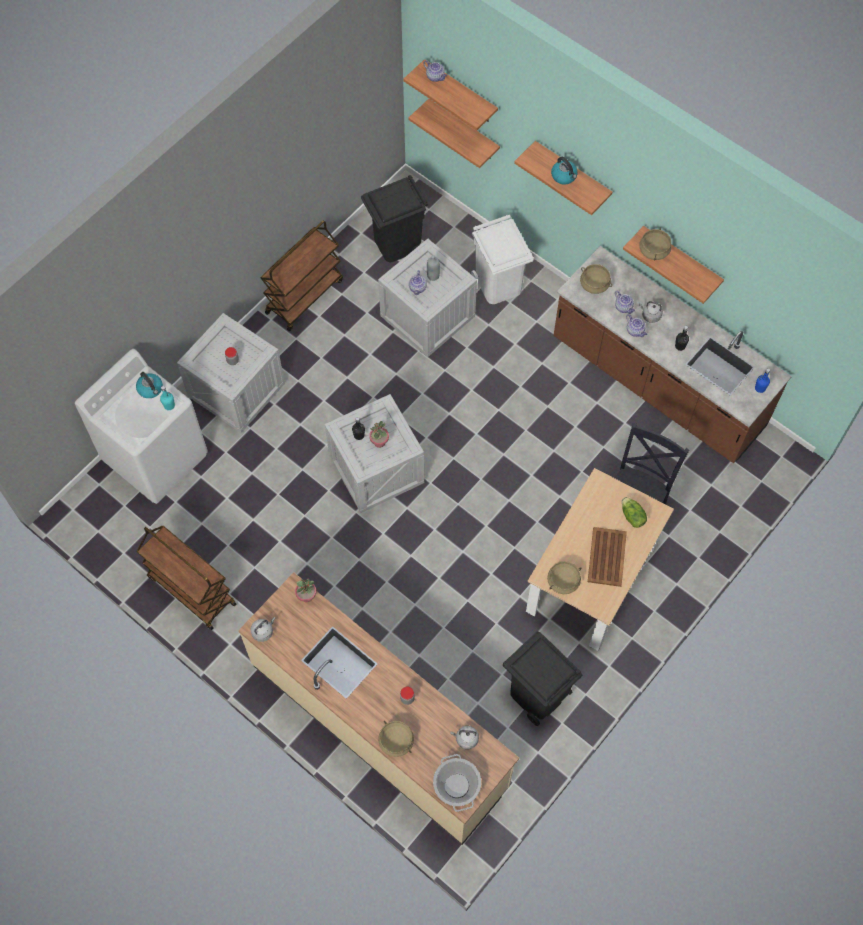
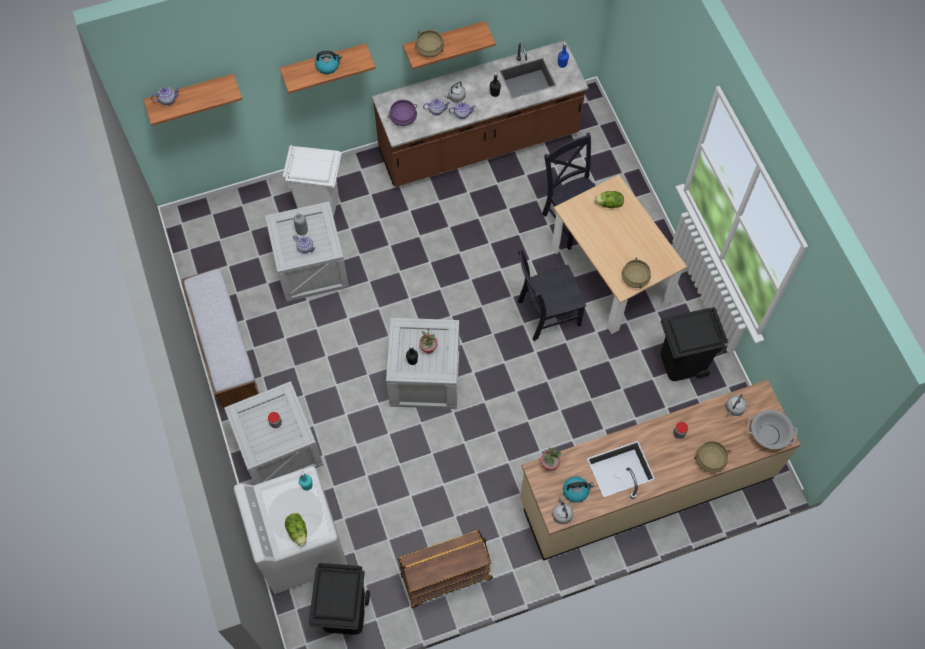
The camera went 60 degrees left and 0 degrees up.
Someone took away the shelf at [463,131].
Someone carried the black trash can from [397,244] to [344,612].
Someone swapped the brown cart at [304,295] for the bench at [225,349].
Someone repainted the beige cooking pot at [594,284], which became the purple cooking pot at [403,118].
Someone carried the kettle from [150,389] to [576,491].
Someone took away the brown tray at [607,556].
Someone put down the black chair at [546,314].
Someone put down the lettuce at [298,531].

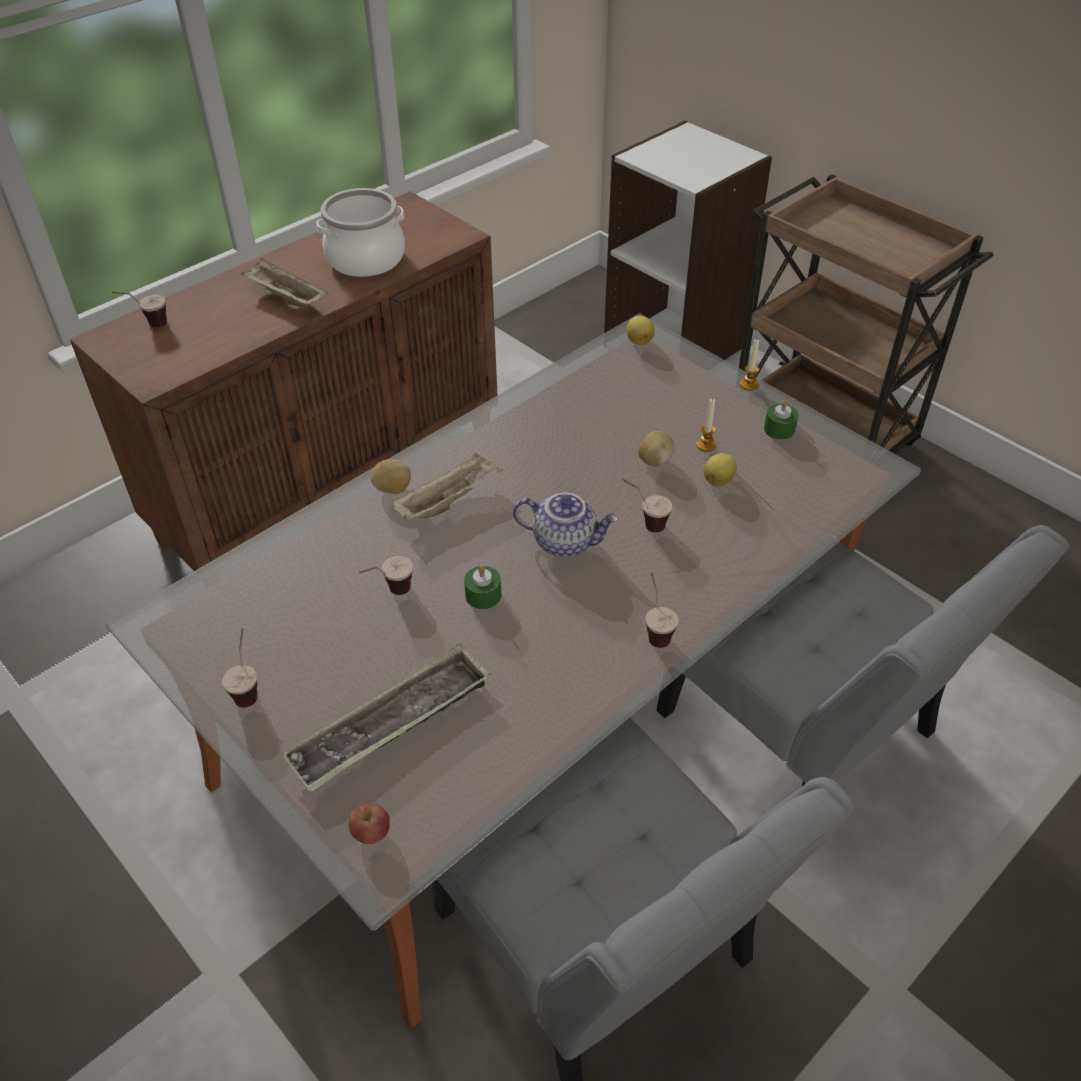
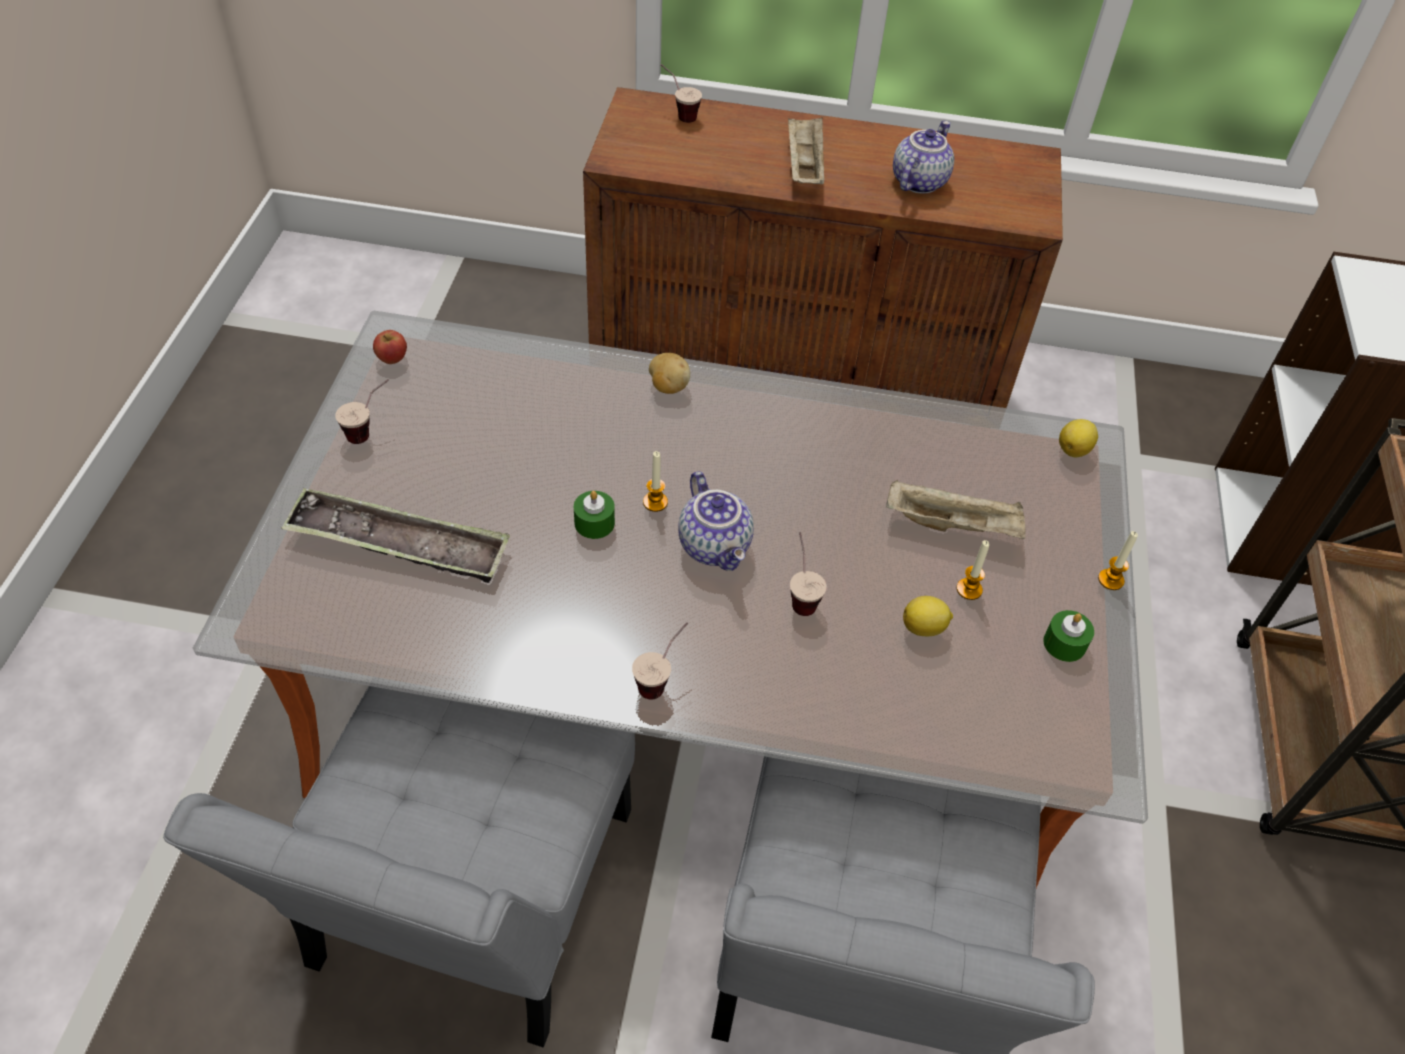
The camera went 50 degrees right and 5 degrees up.
Someone swapped the cooking pot at [366,259] for the teapot at [918,181].
Someone took away the potato at [654,460].
Someone carried the beige tray from [449,501] to [954,525].
Someone took away the cup at [389,594].
Someone carried the apple from [371,833] to [392,359].
Someone put down the candle at [655,502].

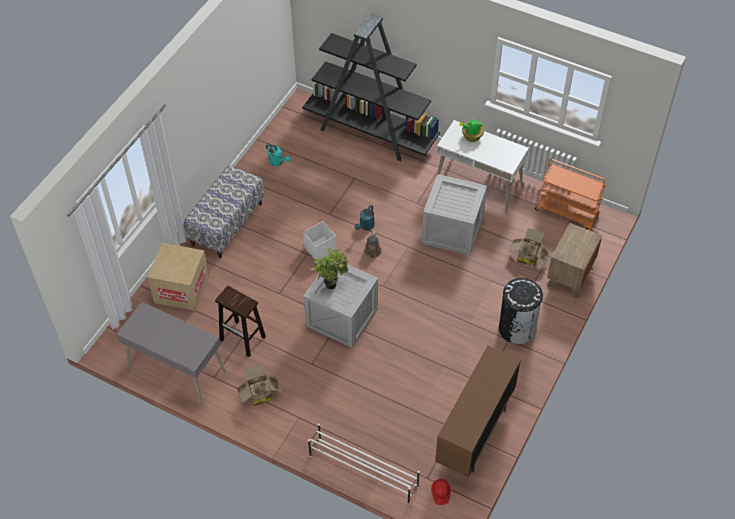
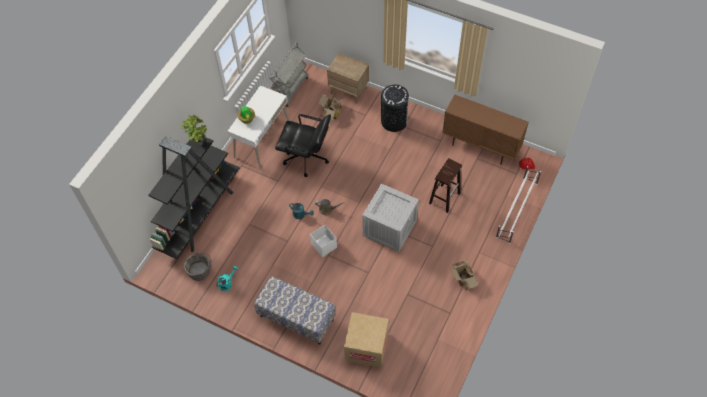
The camera went 90 degrees left and 5 degrees up.
Someone repainted the orange cart at [567,212], which became the grey cart at [290,88].
Someone swapped the crate at [451,231] for the black office chair at [306,158].
Someone carried the potted plant from [331,283] to [199,142].
Someone carried the brown stool from [243,338] to [444,198].
Someone took away the grey desk at [176,372].
Someone put down the grey bucket at [200,270].

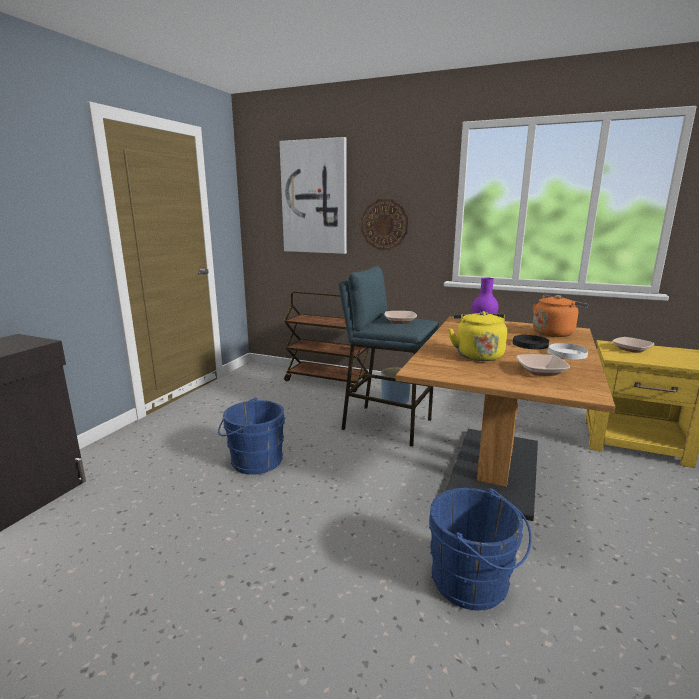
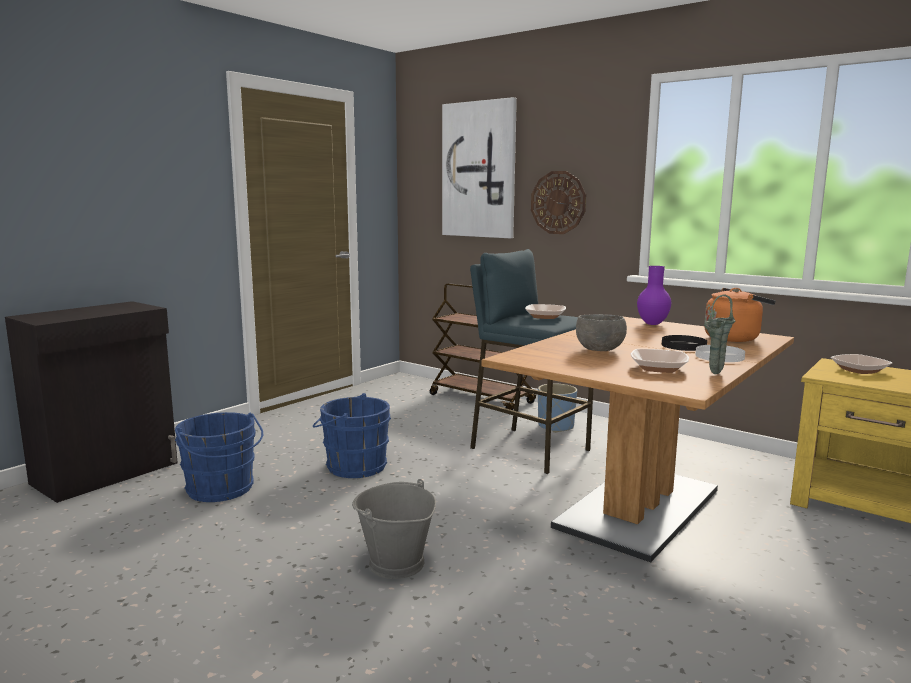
The camera went 15 degrees right and 5 degrees down.
Someone swapped the yellow kettle at [477,355] for the grey bowl at [600,350].
Someone carried the blue bucket from [474,583] to [221,490].
Someone put down the green vase at [714,374].
Someone put down the grey bucket at [395,563].

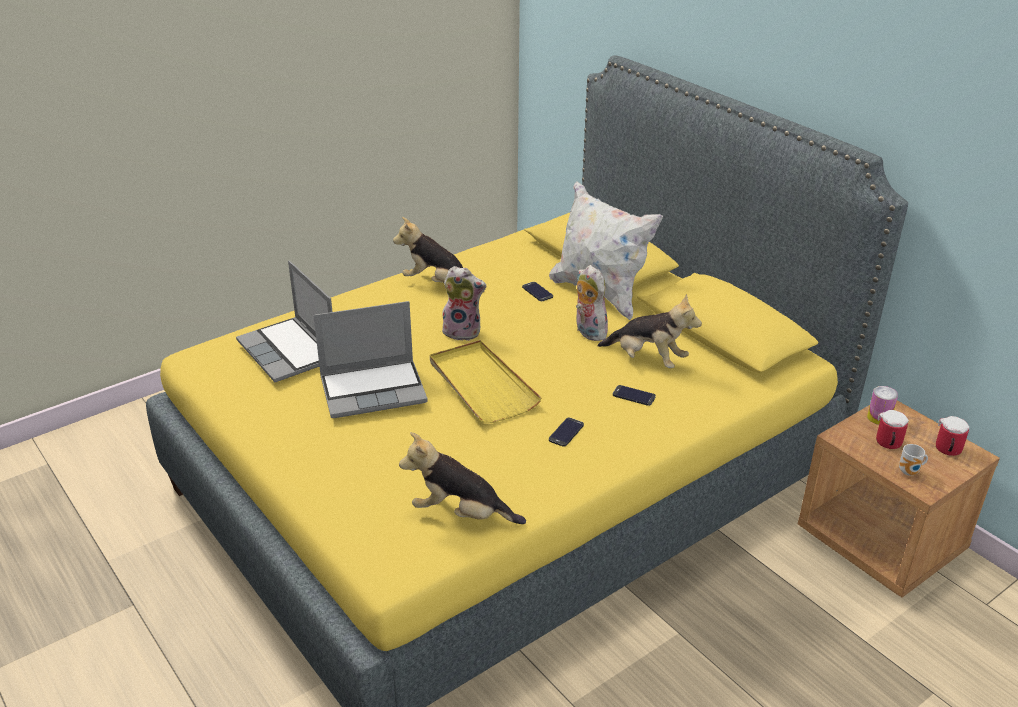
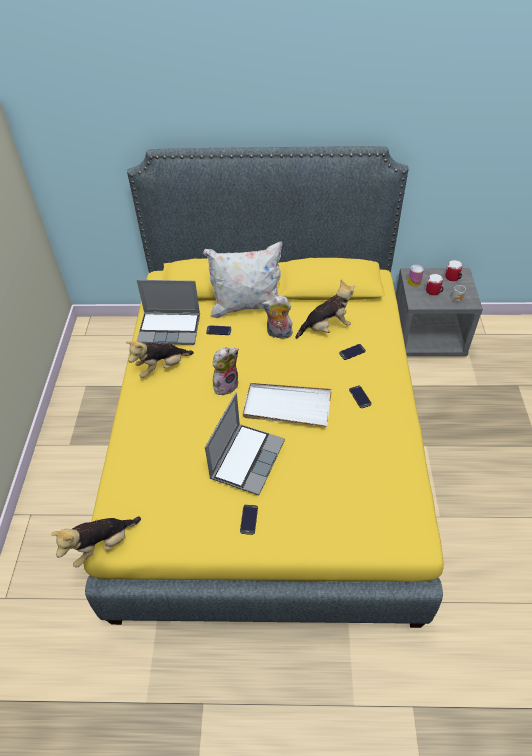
The camera went 50 degrees left and 15 degrees up.
Someone carried the laptop from [289,351] to [170,328].
Someone repainted the yellow tray at [481,385], which became the white tray at [287,407].
Someone repainted the brown nightstand at [881,542], which became the grey nightstand at [427,338].
Someone carried the plush toy from [461,514] to [102,545].
Someone put down the phone at [249,519].

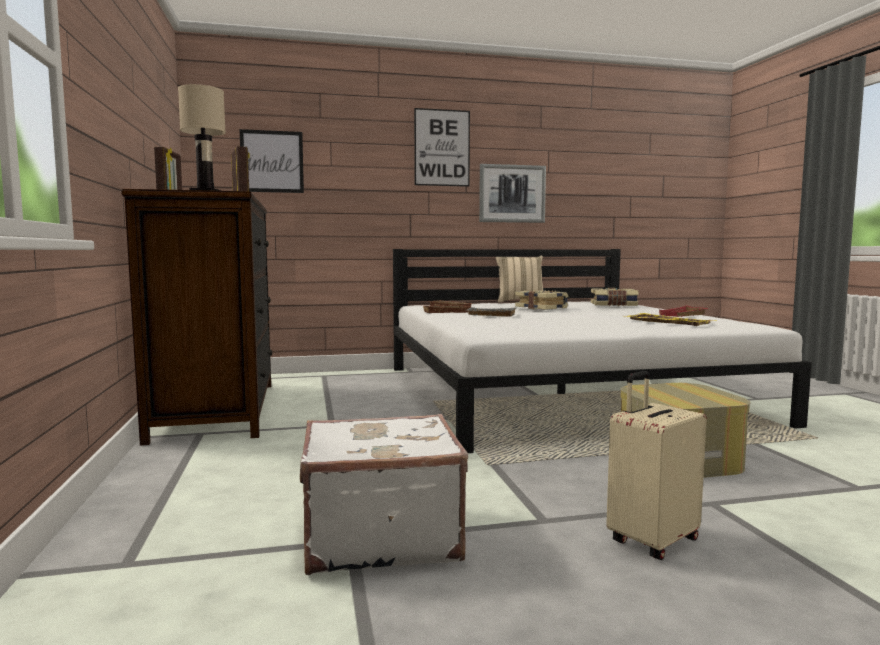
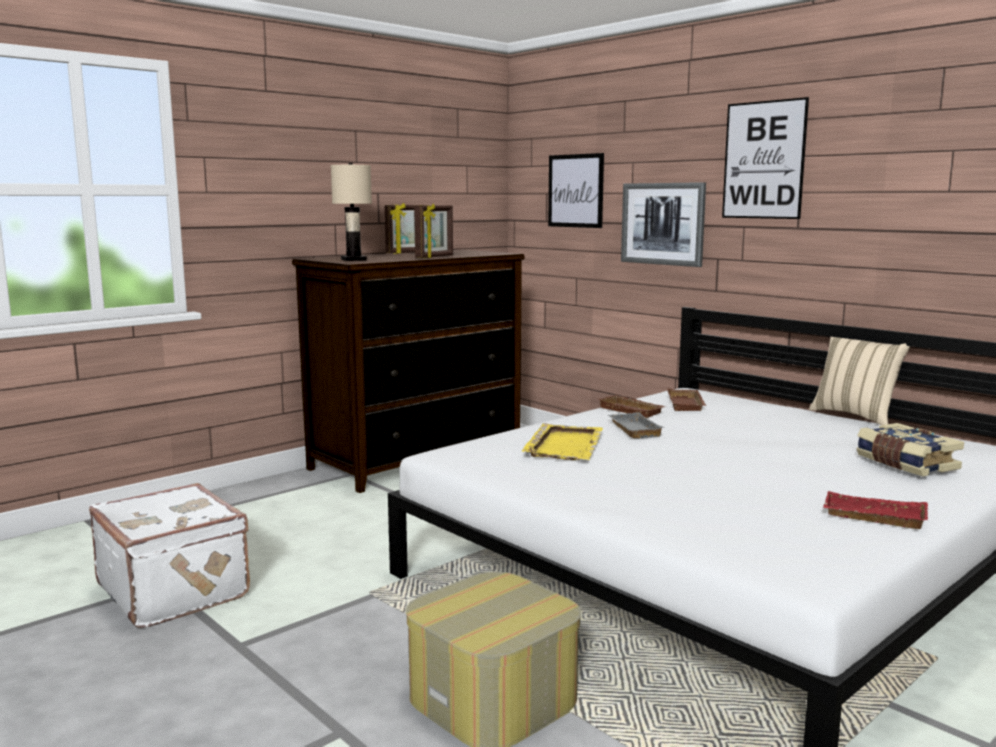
The camera went 60 degrees right and 5 degrees up.
Someone carried the picture from [512,193] to [662,223].
Someone took away the book at [542,308].
Someone carried the yellow tray from [667,322] to [564,445].
Someone took away the beige suitcase at [651,540].

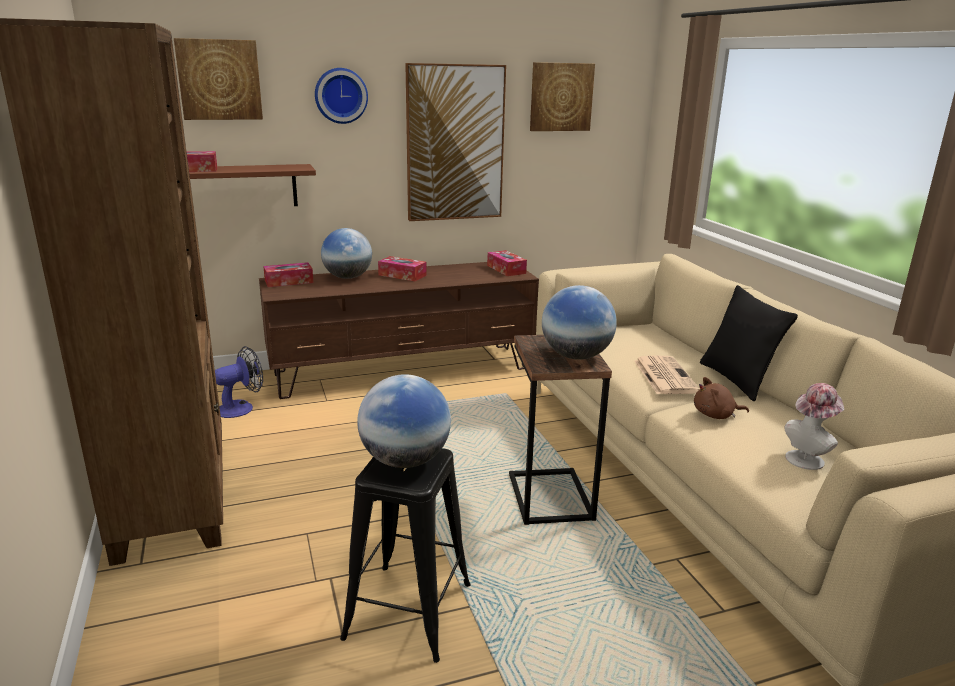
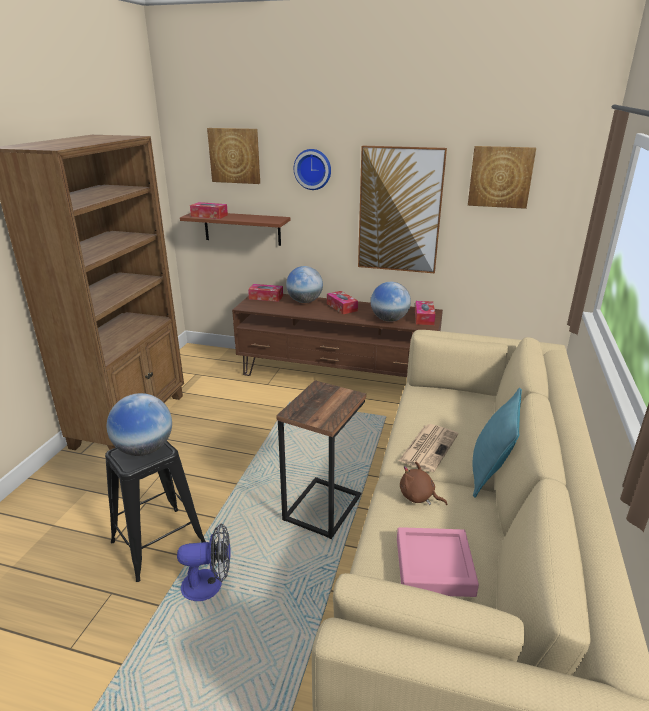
The camera went 35 degrees right and 5 degrees up.
Someone carried the globe from [576,356] to [389,319].
Someone repainted the black pillow at [736,380], which became the turquoise pillow at [490,473].
Someone carried the fan from [241,407] to [209,584].
Someone swapped the hat at [807,458] for the pink tray at [434,566].

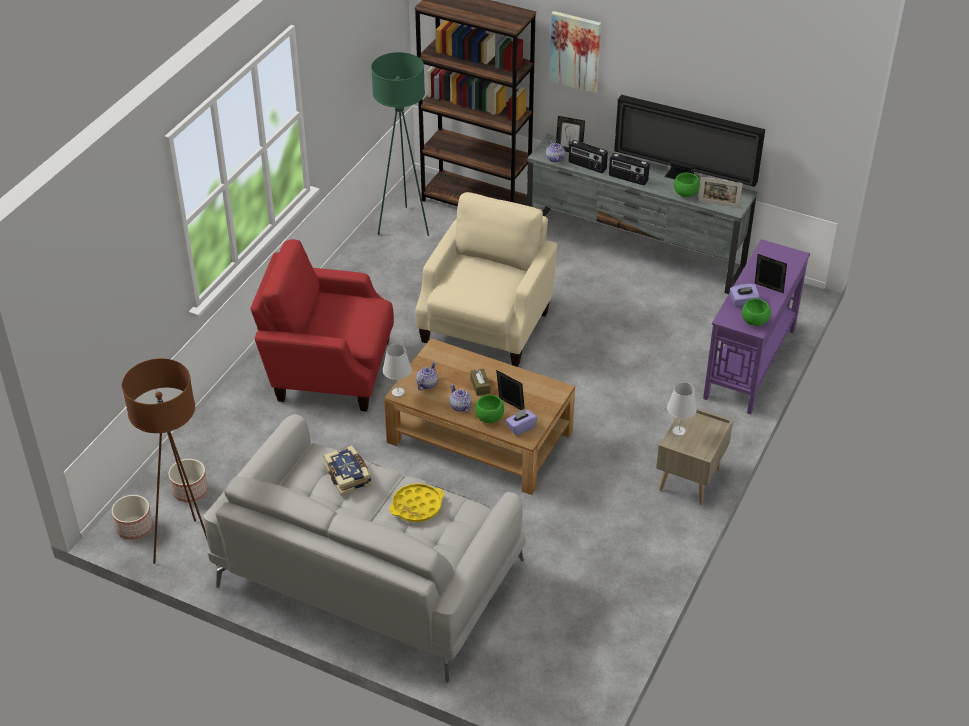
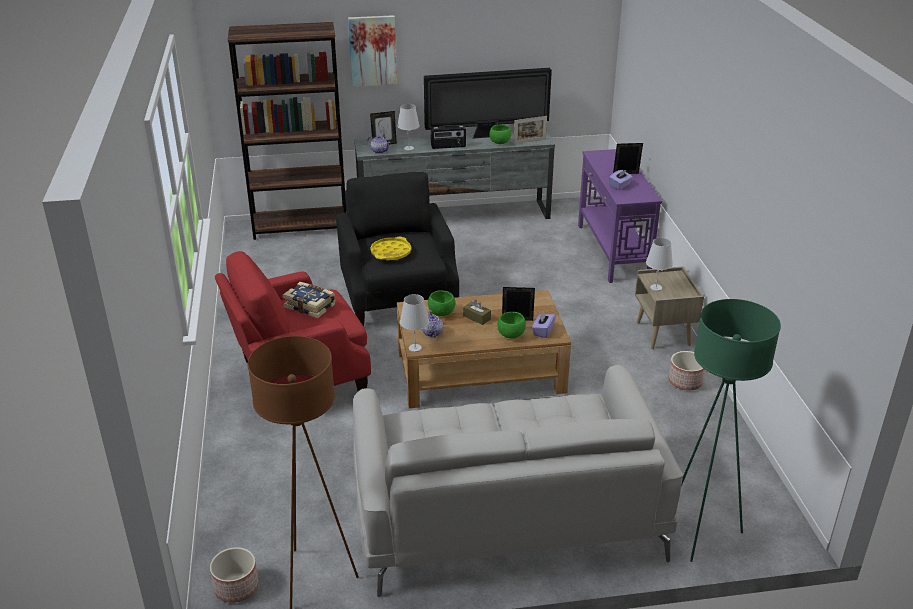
The camera went 35 degrees left and 10 degrees down.
Someone carried the green floor lamp from [404,225] to [700,532].
Someone swapped the radio at [587,166] for the white table lamp at [409,148].
Someone repainted the beige armchair at [487,324], which became the black armchair at [398,297].
Someone carried the green bowl from [754,322] to [441,313].
Someone took away the teapot at [460,406].
Someone carried the book from [349,476] to [310,306].
Someone carried the planter from [190,491] to [685,382].
Someone carried the yellow tray from [417,506] to [391,252].

